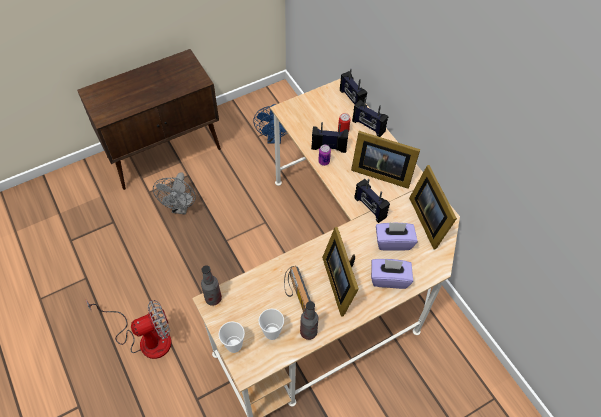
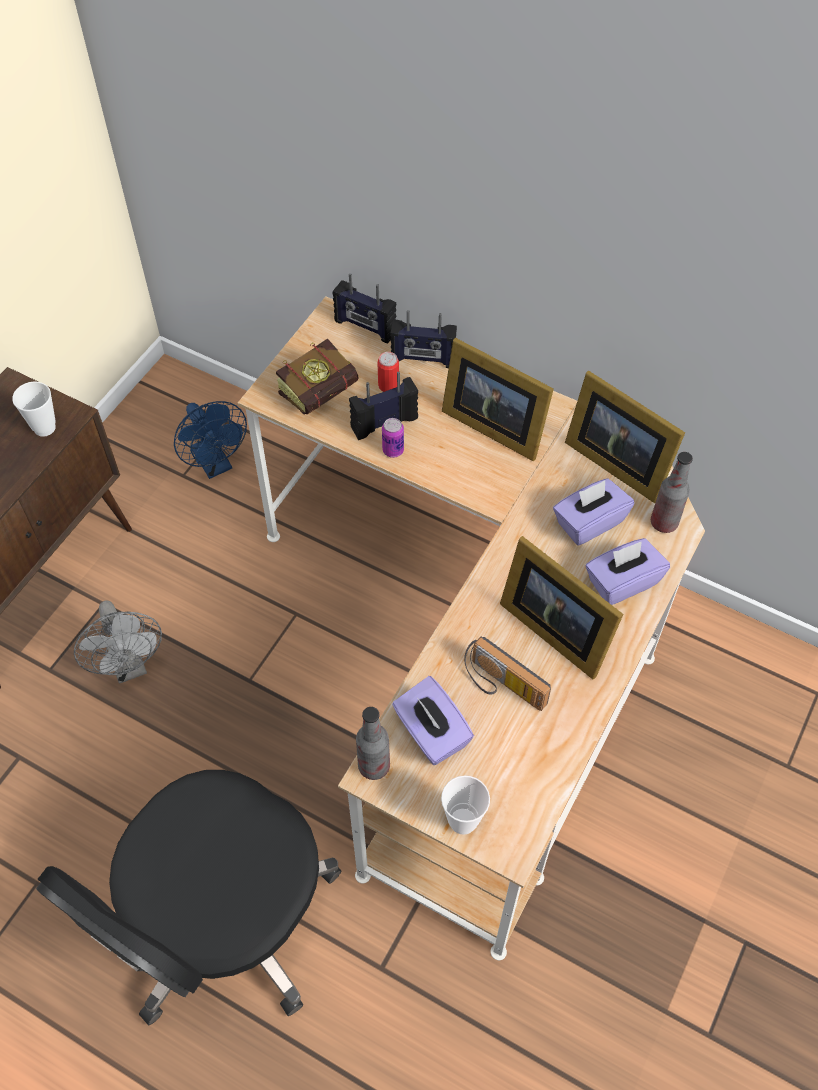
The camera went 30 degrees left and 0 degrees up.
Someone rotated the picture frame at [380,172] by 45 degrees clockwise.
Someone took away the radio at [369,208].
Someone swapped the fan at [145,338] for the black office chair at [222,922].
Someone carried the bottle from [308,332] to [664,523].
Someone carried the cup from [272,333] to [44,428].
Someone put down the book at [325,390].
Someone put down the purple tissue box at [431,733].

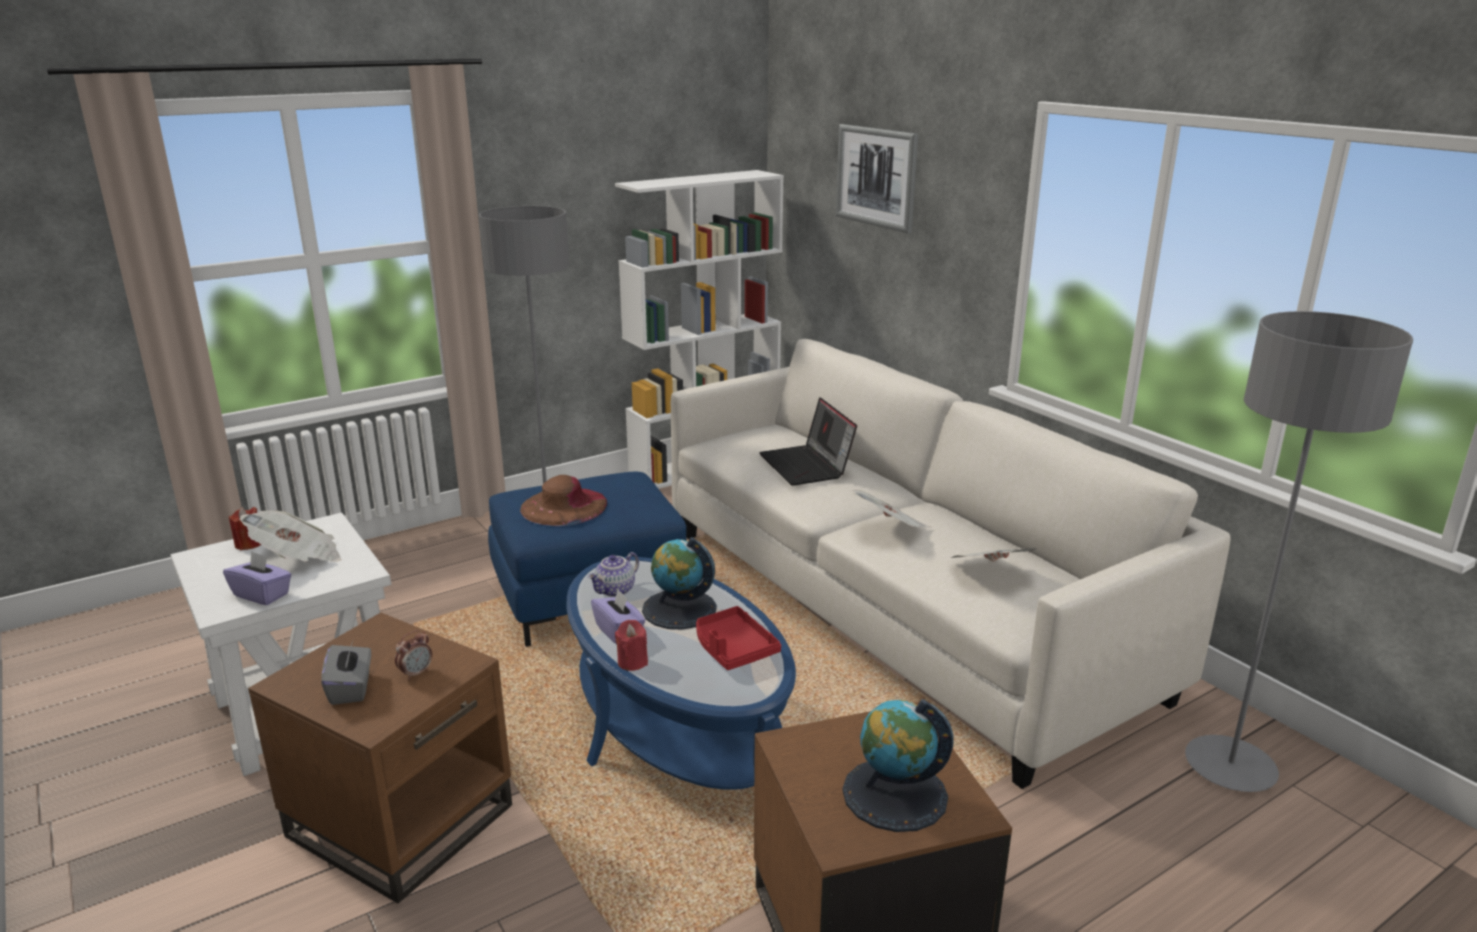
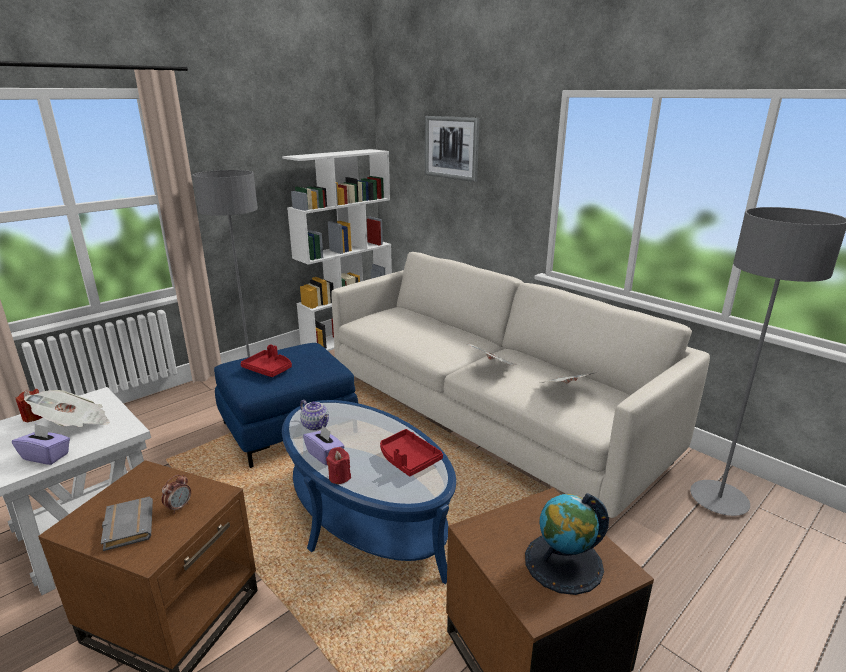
The camera went 10 degrees left and 0 degrees up.
Someone took away the laptop at [807,466].
Someone swapped the brown hat at [564,506] for the red tray at [269,369].
Someone took away the globe at [679,609].
Someone rotated the teapot at [615,591] by 75 degrees counterclockwise.
Someone swapped the grey tissue box at [351,688] for the grey book at [127,526].

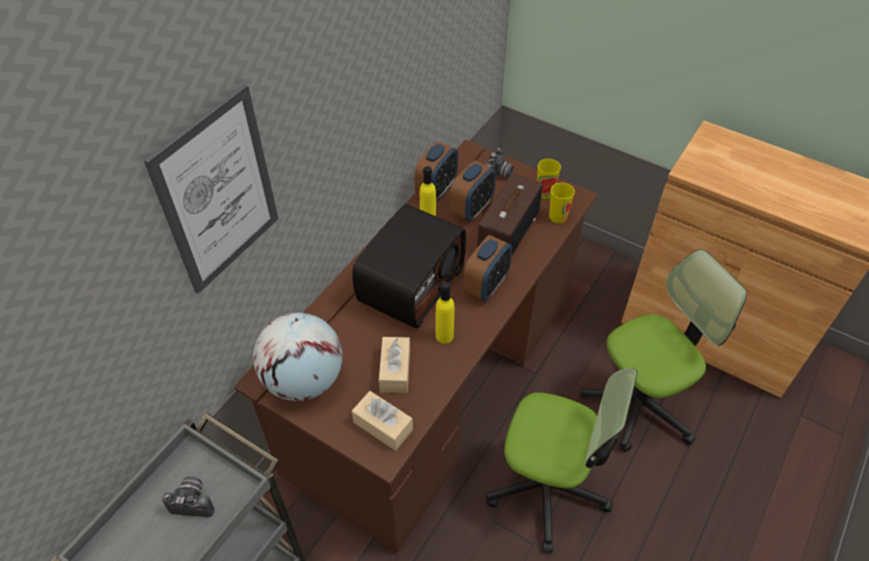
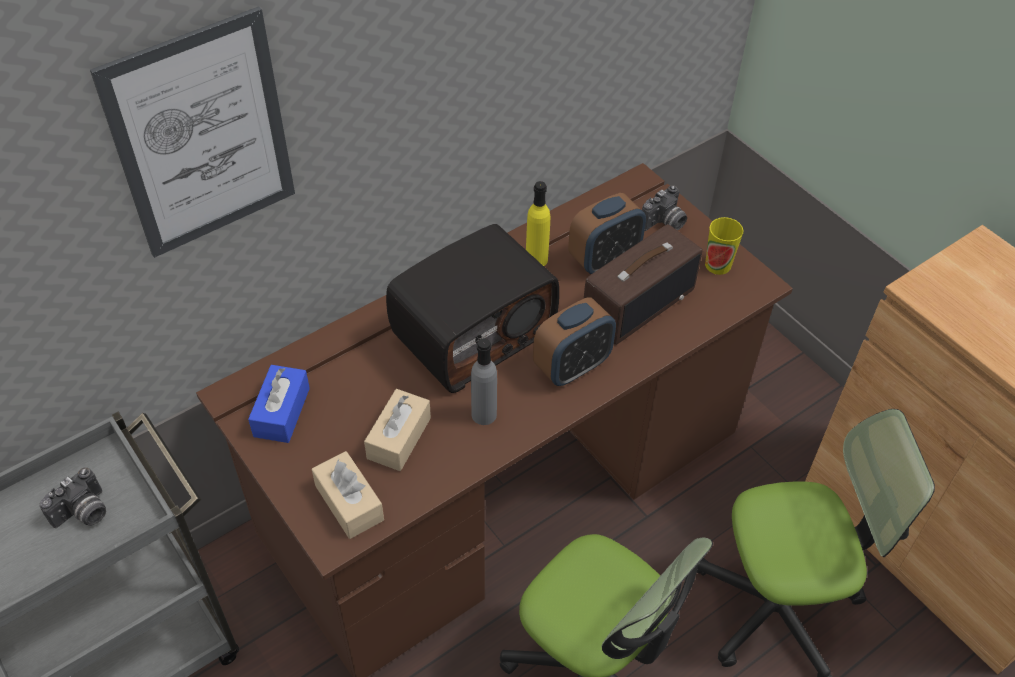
The camera went 20 degrees right and 0 degrees up.
Someone took away the alarm clock at [436,189].
Someone took away the cup at [558,216].
Someone repainted the yellow bottle at [444,336], which became the grey bottle at [484,414].
Someone swapped the globe at [304,379] for the blue tissue box at [281,412].
Someone rotated the photo camera at [194,501] by 105 degrees clockwise.

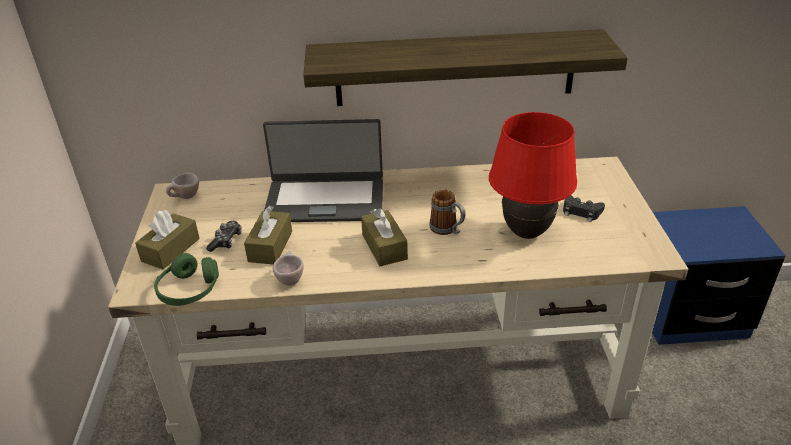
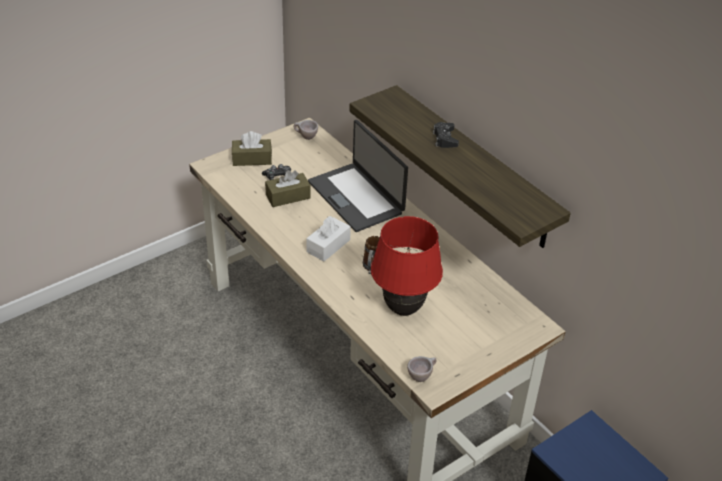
The camera went 55 degrees right and 5 degrees up.
Someone carried the black game controller from [581,211] to [445,139].
Someone repainted the brown tissue box at [384,247], which became the white tissue box at [328,246].
Someone carried the beige cup from [290,279] to [422,376].
Someone took away the green headphones at [189,290].

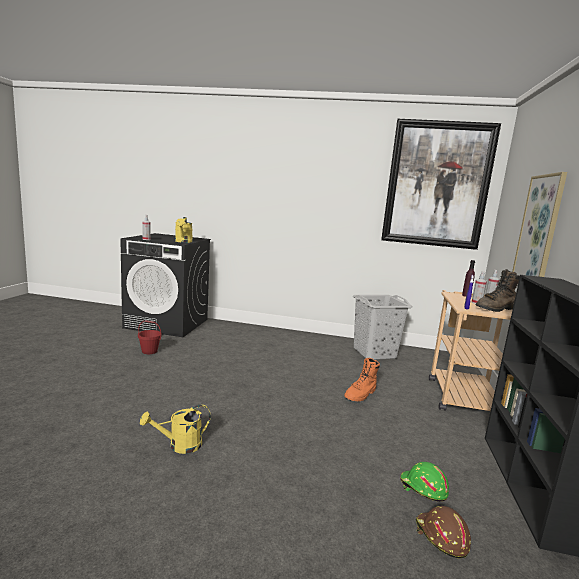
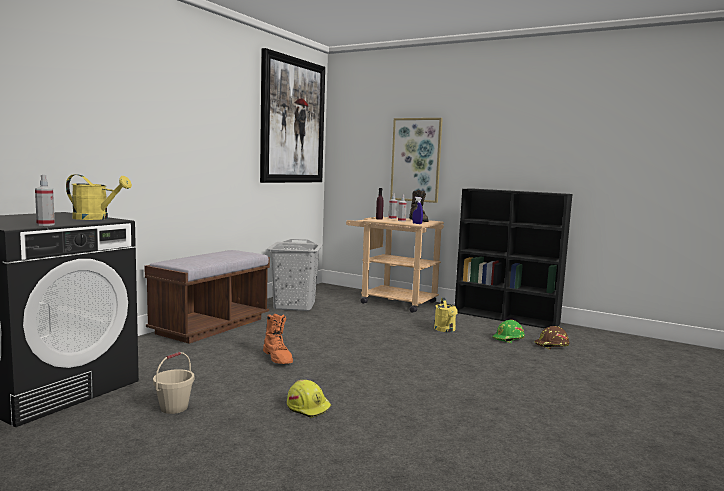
The camera went 70 degrees left and 5 degrees down.
Someone repainted the red bucket at [149,351], which became the beige bucket at [174,407].
Someone carried the orange boot from [361,394] to [278,358].
Someone carried the yellow watering can from [179,445] to [445,330].
Someone put down the brown bench at [211,326].
Someone put down the yellow hard hat at [308,407].

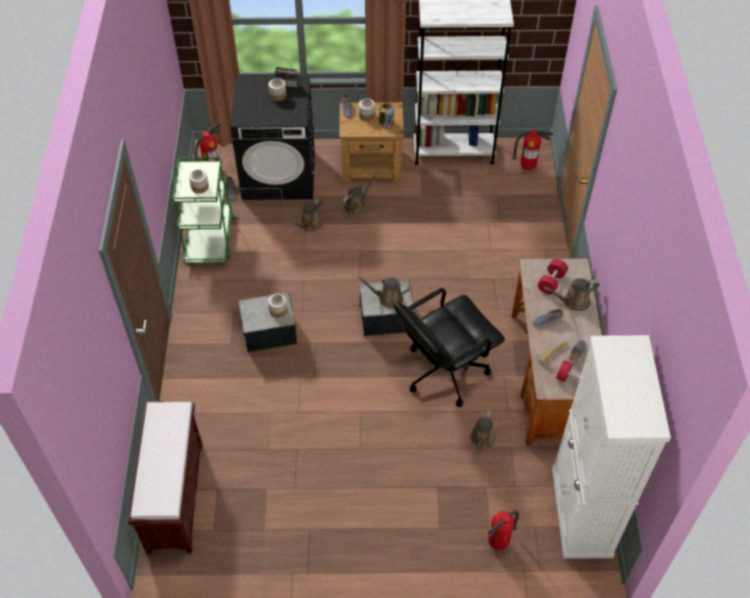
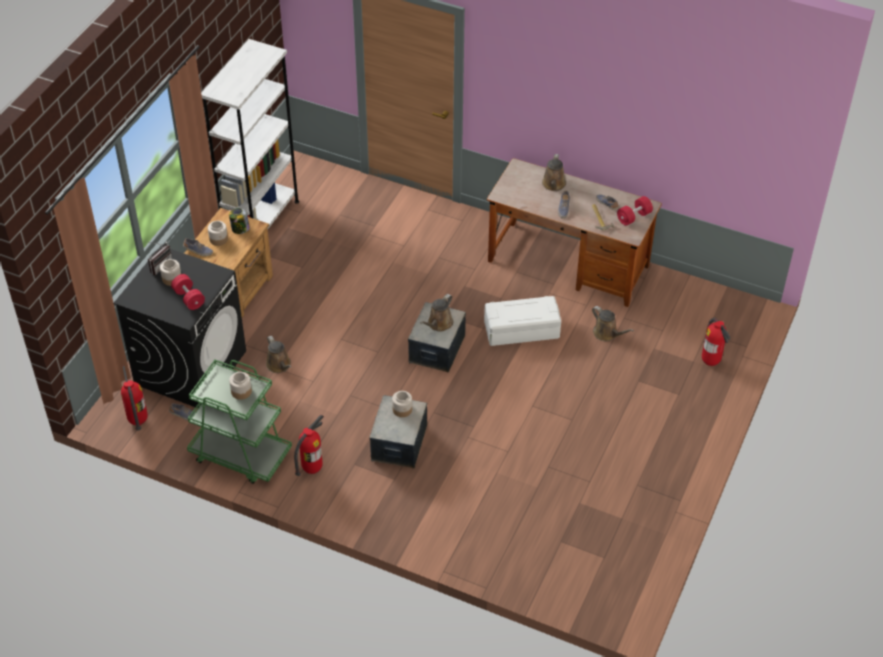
The camera went 65 degrees left and 5 degrees down.
Someone carried the fire extinguisher from [528,167] to [312,469].
Someone took away the brown watering can at [357,205].
Someone carried the red dumbbell from [551,282] to [189,298].
Someone swapped the black office chair at [444,371] for the white storage box at [521,330].
Someone took away the white cabinet at [581,512].
Someone took away the brown bench at [174,495].

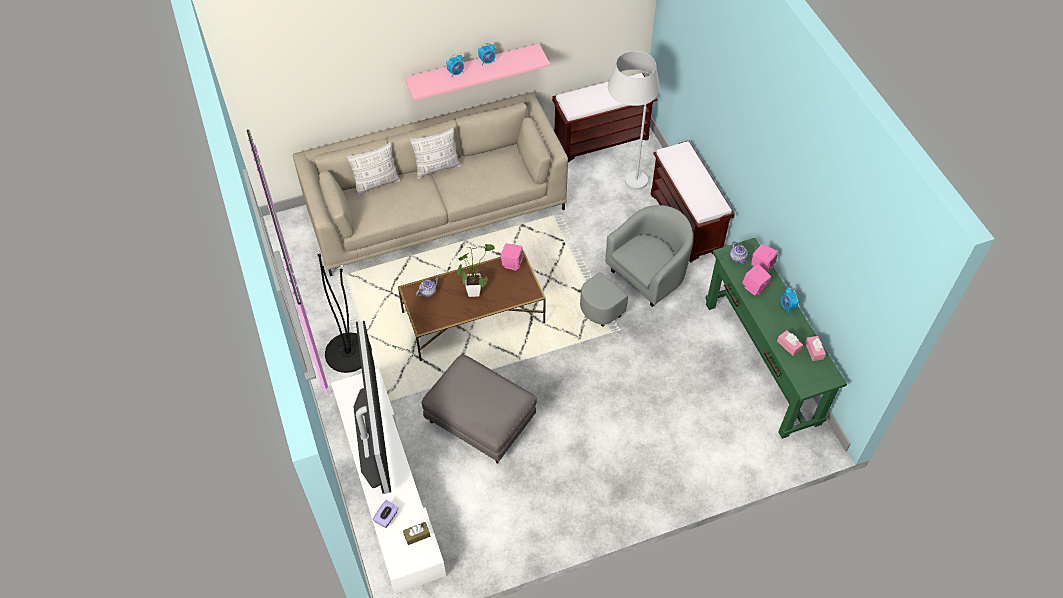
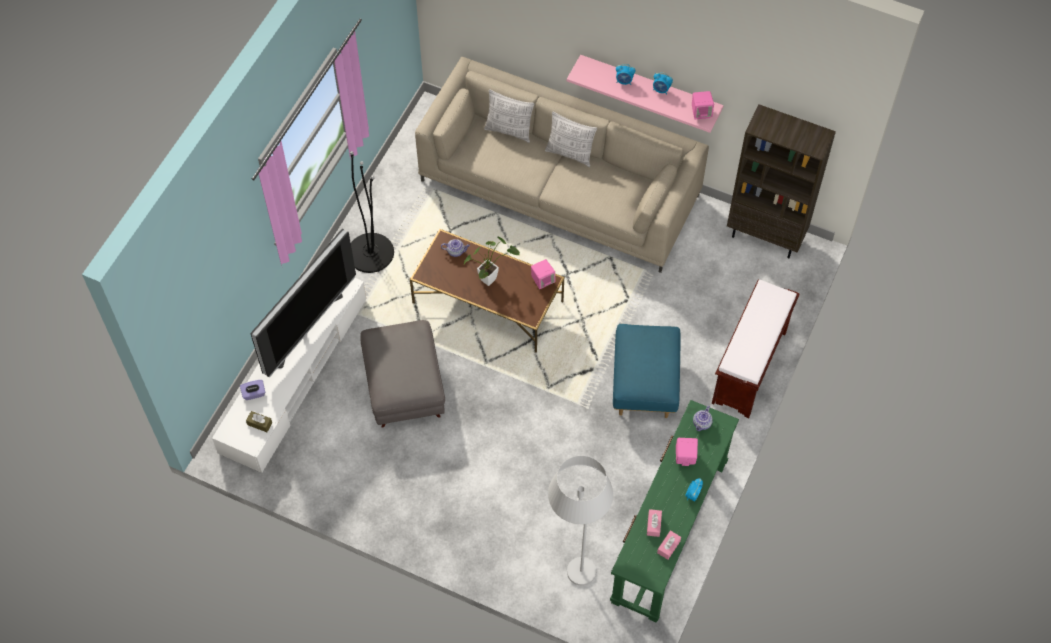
The camera went 45 degrees right and 5 degrees up.
Someone carried the white floor lamp from [624,176] to [575,557].
Someone swapped the brown bench at [602,139] for the brown bookcase at [766,236].
Someone swapped the grey armchair at [637,284] for the blue ottoman at [645,384].
Someone carried the pink speaker from [762,266] to [701,113].

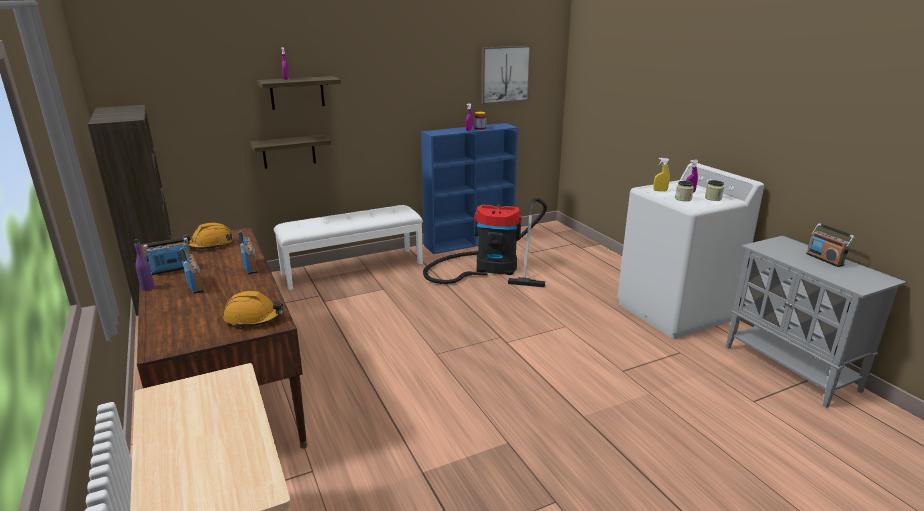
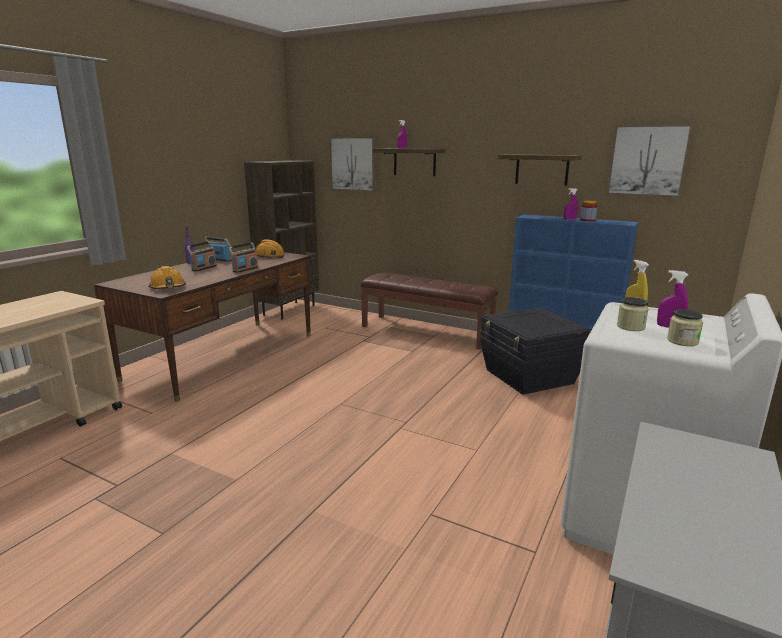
The camera went 55 degrees right and 5 degrees down.
Someone carried the shelf from [289,151] to [542,169].
Someone swapped the vacuum cleaner at [491,268] for the black storage box at [529,377].
Someone repainted the white bench at [353,268], which became the brown bench at [426,331].
Someone took away the radio at [825,259].
Someone put up the picture at [353,164].

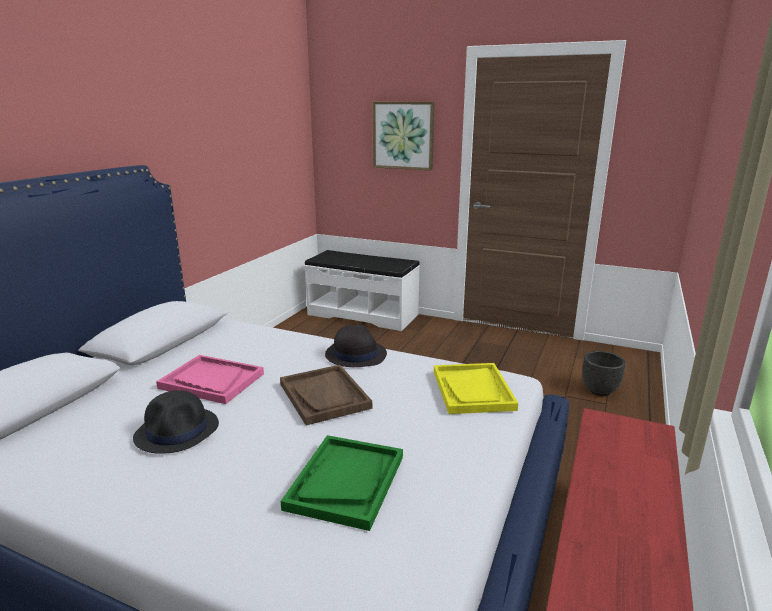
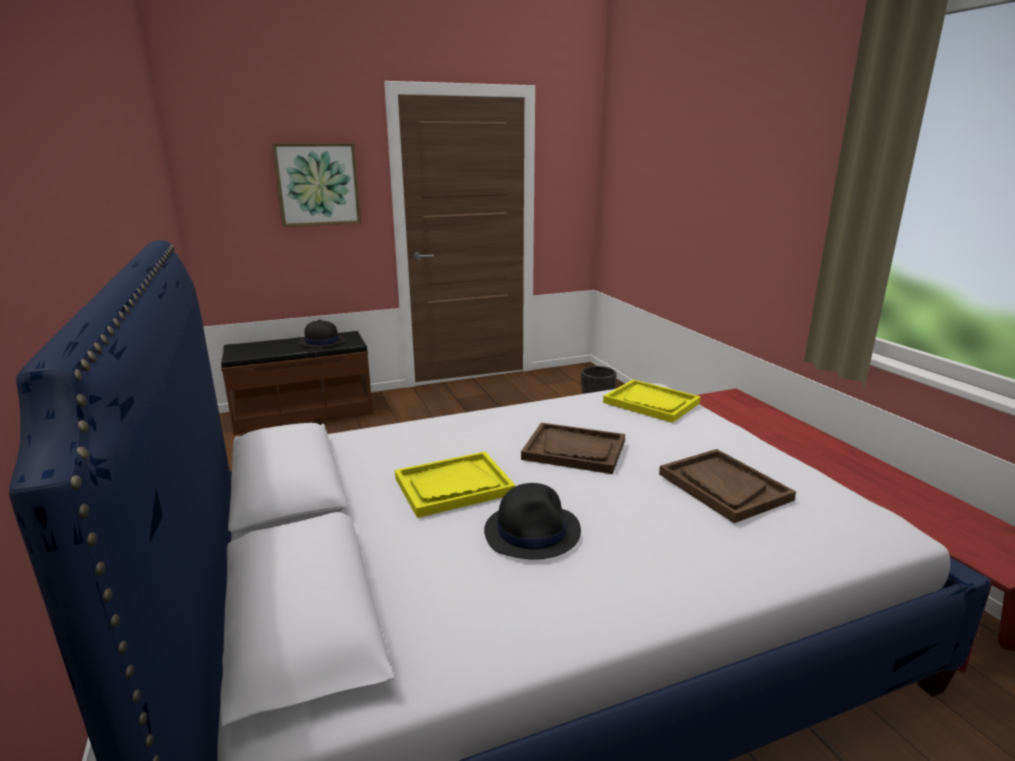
The camera went 45 degrees left and 0 degrees up.
Someone repainted the white bench at [363,314], which became the brown bench at [303,412].
Someone carried the black hat from [355,354] to [321,342].
Someone repainted the pink tray at [211,381], which became the yellow tray at [453,486].
Someone repainted the green tray at [346,482], which became the brown tray at [723,487].

